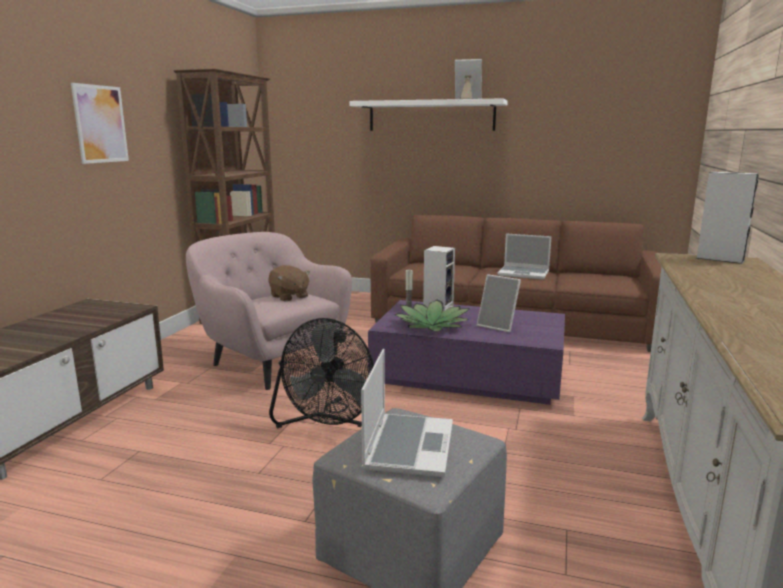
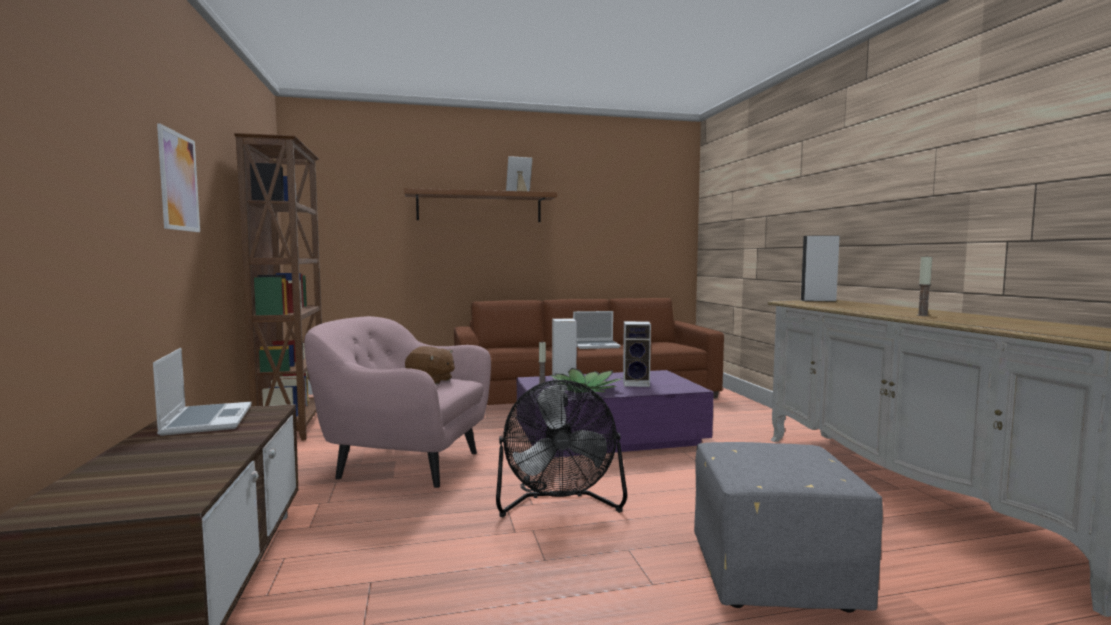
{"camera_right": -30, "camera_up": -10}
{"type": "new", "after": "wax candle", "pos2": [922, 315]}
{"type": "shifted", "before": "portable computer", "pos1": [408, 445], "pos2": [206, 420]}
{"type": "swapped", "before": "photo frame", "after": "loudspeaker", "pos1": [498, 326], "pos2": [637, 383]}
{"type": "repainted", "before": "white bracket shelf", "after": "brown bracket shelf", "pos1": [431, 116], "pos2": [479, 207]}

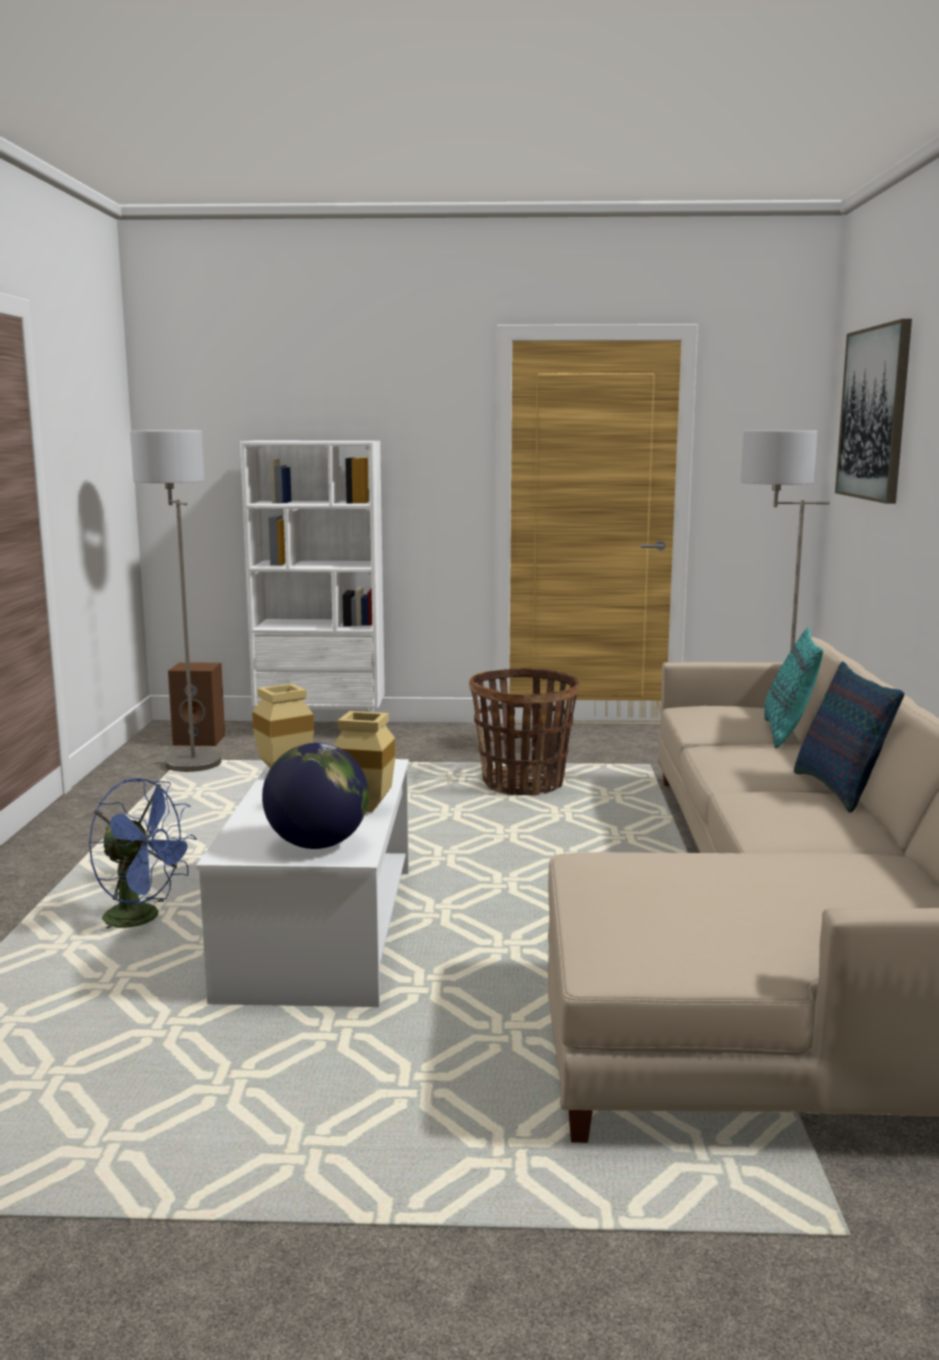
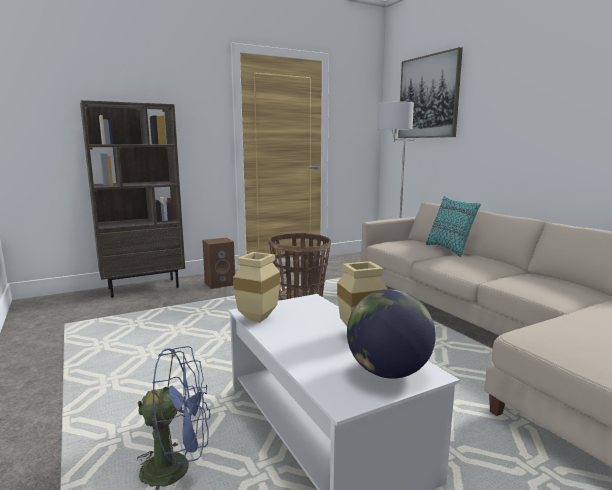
{"camera_right": -30, "camera_up": 0}
{"type": "gone", "before": "gray floor lamp", "pos1": [188, 760]}
{"type": "gone", "before": "blue throw pillow", "pos1": [839, 791]}
{"type": "shifted", "before": "brown loudspeaker", "pos1": [201, 740], "pos2": [220, 283]}
{"type": "repainted", "before": "white bookcase", "after": "brown bookcase", "pos1": [322, 730], "pos2": [144, 287]}

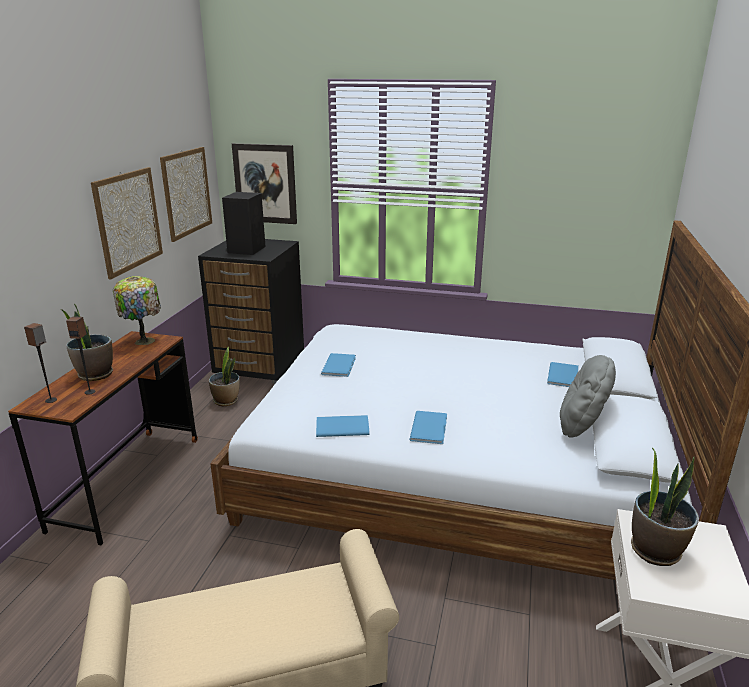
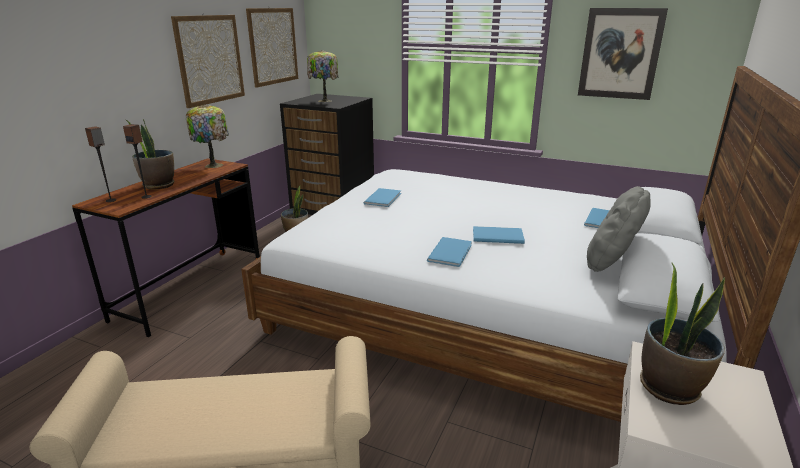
{"camera_right": 10, "camera_up": 0}
{"type": "shifted", "before": "wall art", "pos1": [265, 183], "pos2": [620, 54]}
{"type": "shifted", "before": "blue volume", "pos1": [341, 427], "pos2": [496, 236]}
{"type": "swapped", "before": "blackish loudspeaker", "after": "tabletop lamp", "pos1": [247, 249], "pos2": [324, 101]}

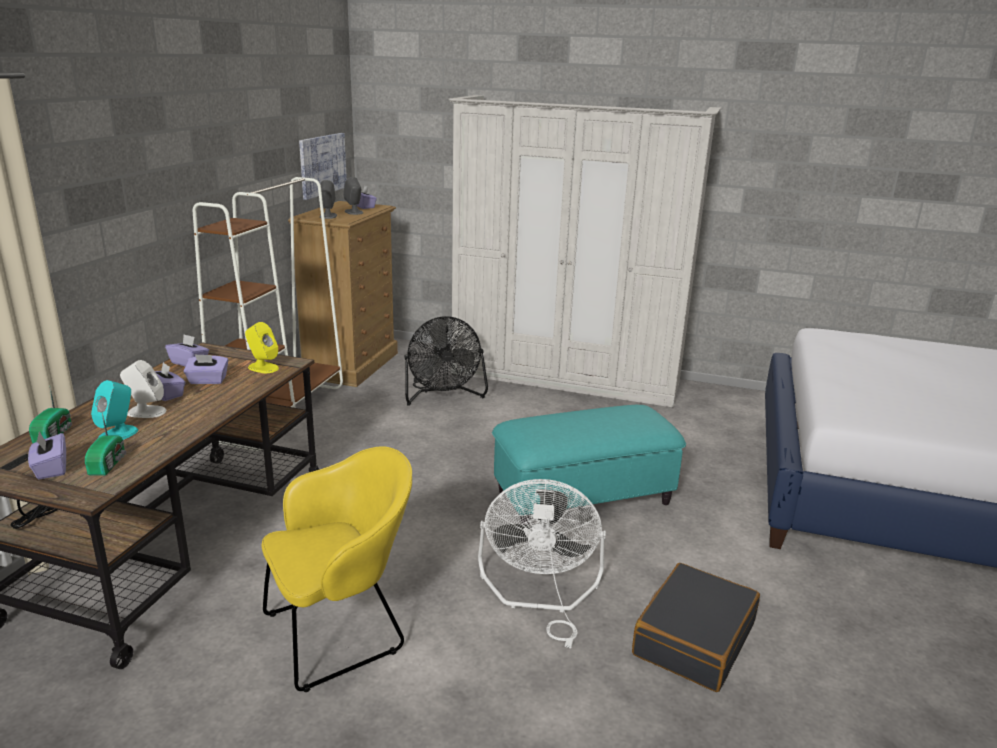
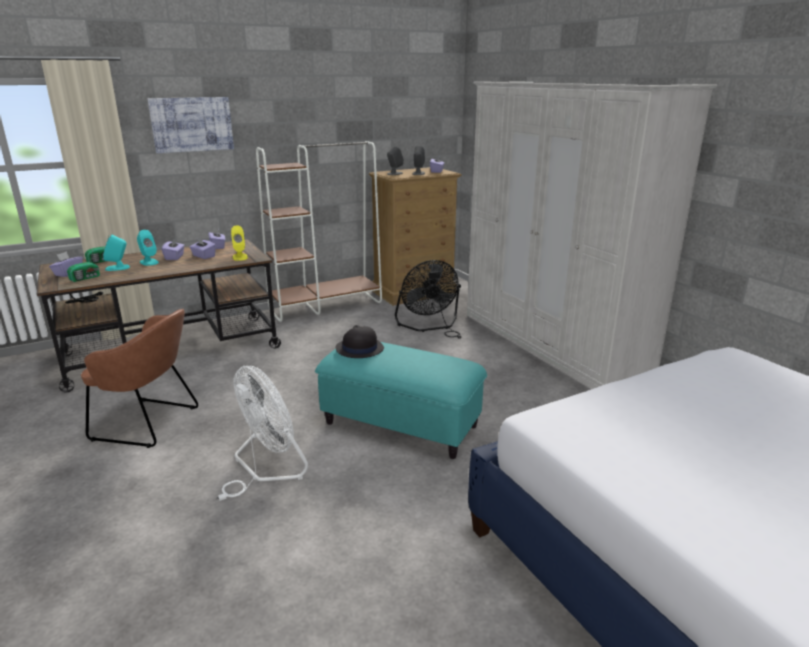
{"camera_right": 45, "camera_up": 0}
{"type": "gone", "before": "blackish travel case", "pos1": [693, 639]}
{"type": "new", "after": "blackish wearable hat", "pos2": [359, 349]}
{"type": "shifted", "before": "wall art", "pos1": [322, 165], "pos2": [192, 124]}
{"type": "repainted", "before": "white loudspeaker", "after": "blue-green loudspeaker", "pos1": [146, 412], "pos2": [149, 262]}
{"type": "repainted", "before": "yellowish lounge chair", "after": "brown lounge chair", "pos1": [342, 631], "pos2": [150, 424]}
{"type": "rotated", "before": "blackish cooling fan", "pos1": [440, 395], "pos2": [433, 326], "turn": 135}

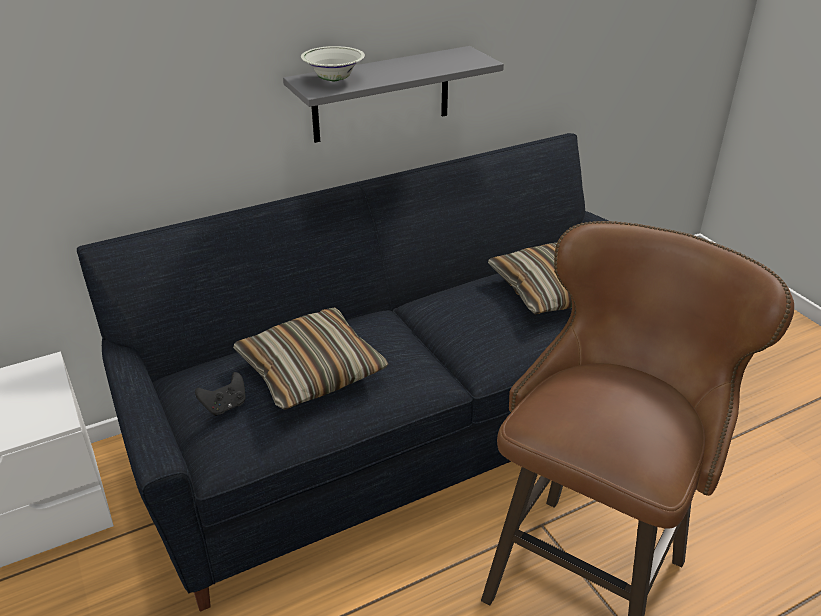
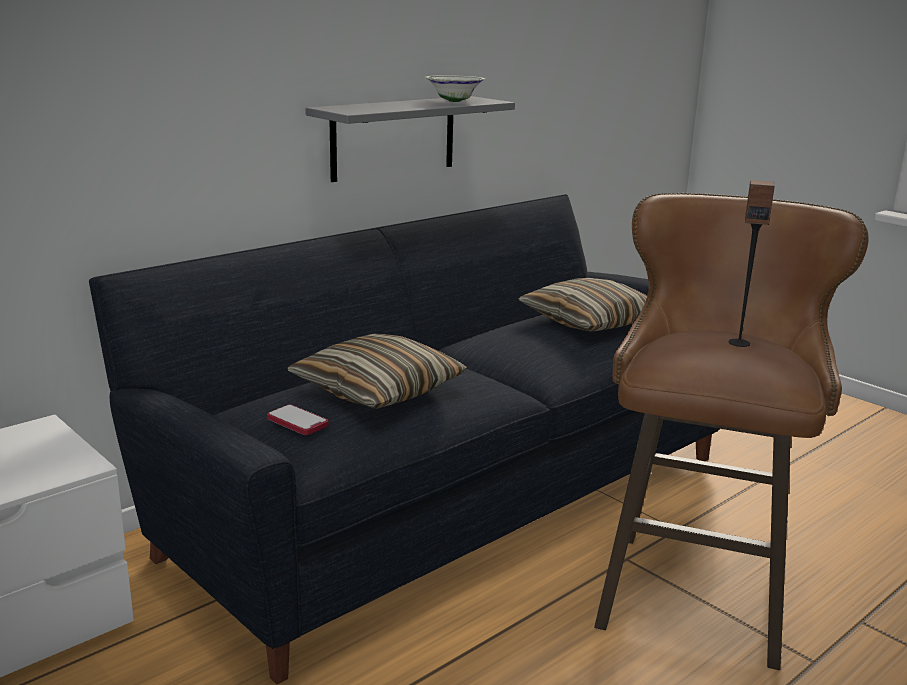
{"camera_right": -15, "camera_up": -15}
{"type": "new", "after": "loudspeaker", "pos2": [739, 343]}
{"type": "shifted", "before": "white serving bowl", "pos1": [334, 80], "pos2": [454, 101]}
{"type": "swapped", "before": "blackish game controller", "after": "telephone", "pos1": [225, 406], "pos2": [297, 422]}

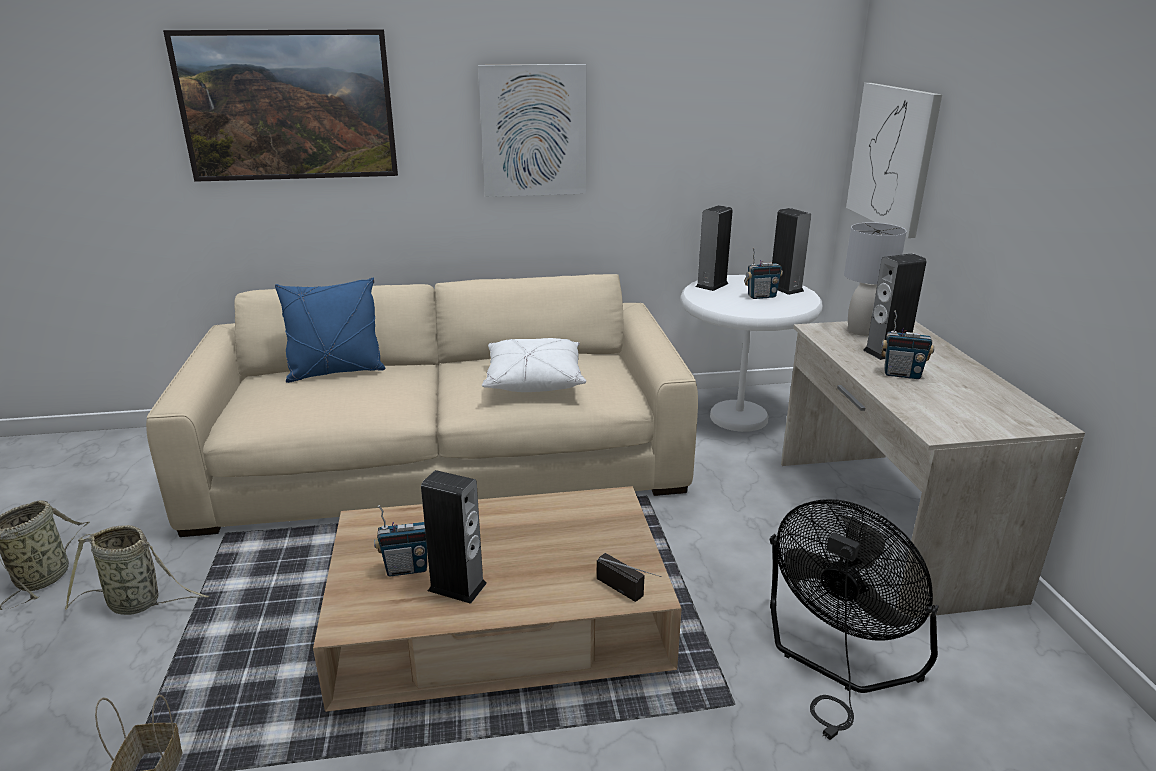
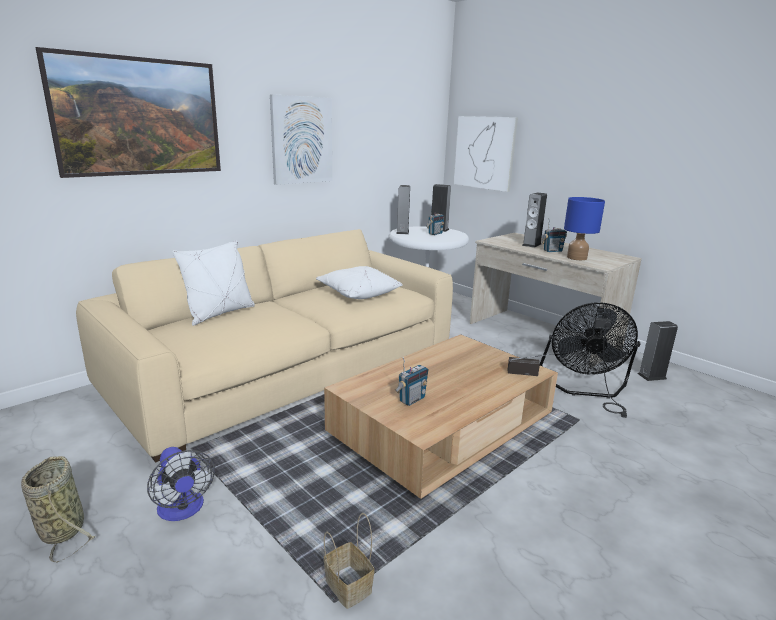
{"camera_right": -35, "camera_up": -5}
{"type": "gone", "before": "gray tabletop lamp", "pos1": [862, 331]}
{"type": "new", "after": "blue tabletop lamp", "pos2": [577, 258]}
{"type": "shifted", "before": "loudspeaker", "pos1": [457, 586], "pos2": [652, 376]}
{"type": "swapped", "before": "storage basket", "after": "cooling fan", "pos1": [139, 603], "pos2": [183, 510]}
{"type": "repainted", "before": "blue throw pillow", "after": "white throw pillow", "pos1": [336, 372], "pos2": [220, 313]}

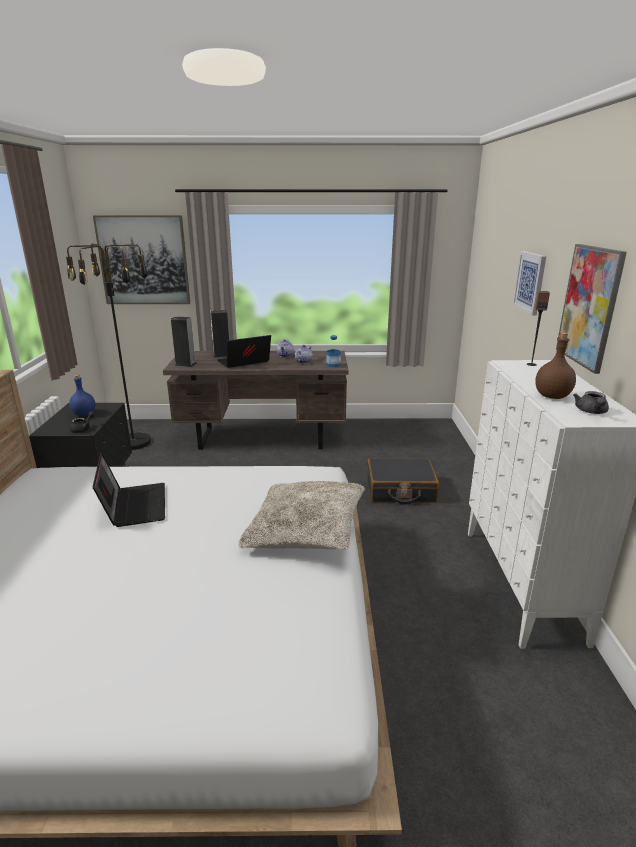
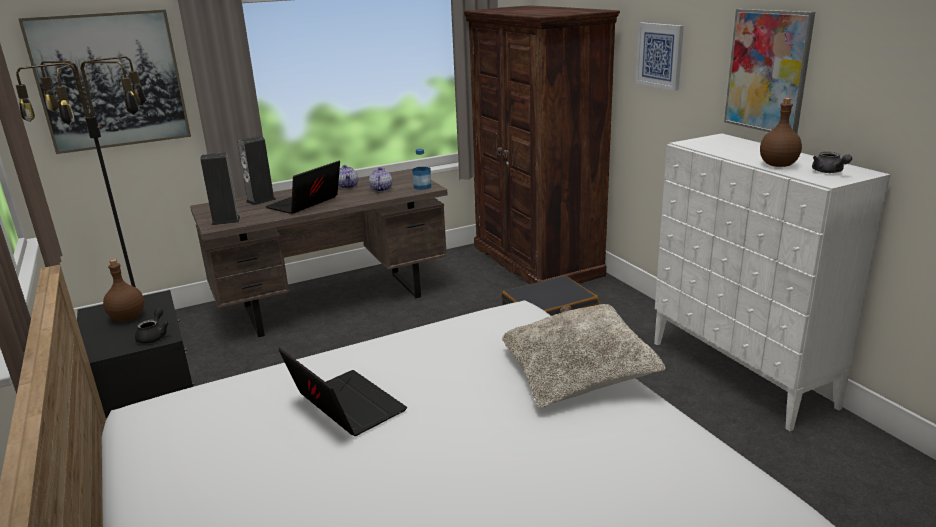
{"camera_right": -25, "camera_up": 0}
{"type": "gone", "before": "loudspeaker", "pos1": [531, 364]}
{"type": "new", "after": "brown wardrobe", "pos2": [535, 260]}
{"type": "repainted", "before": "blue bottle", "after": "brown bottle", "pos1": [84, 414], "pos2": [128, 317]}

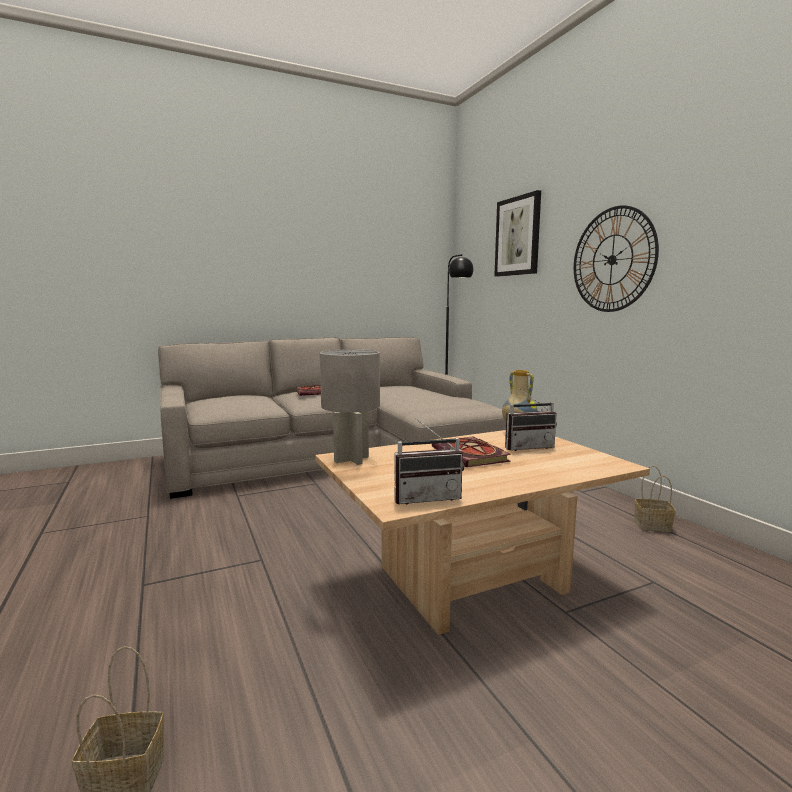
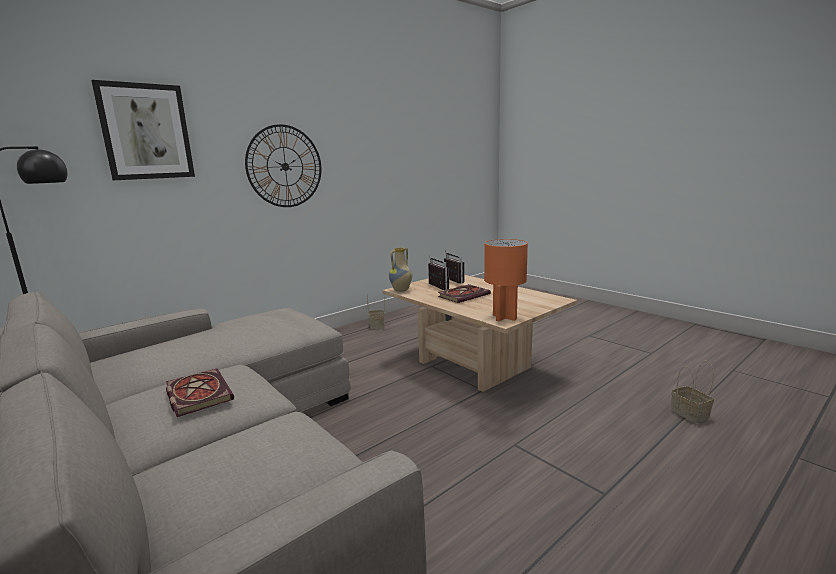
{"camera_right": -105, "camera_up": 5}
{"type": "shifted", "before": "radio", "pos1": [426, 497], "pos2": [450, 281]}
{"type": "repainted", "before": "gray tabletop lamp", "after": "orange-coloured tabletop lamp", "pos1": [351, 459], "pos2": [504, 317]}

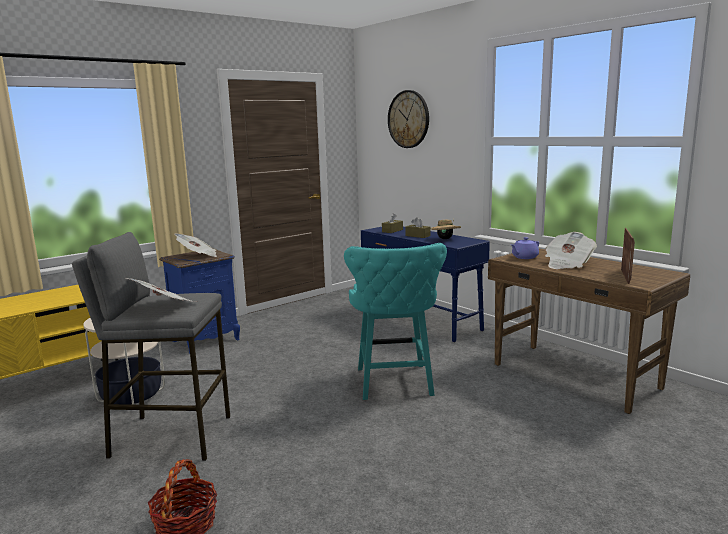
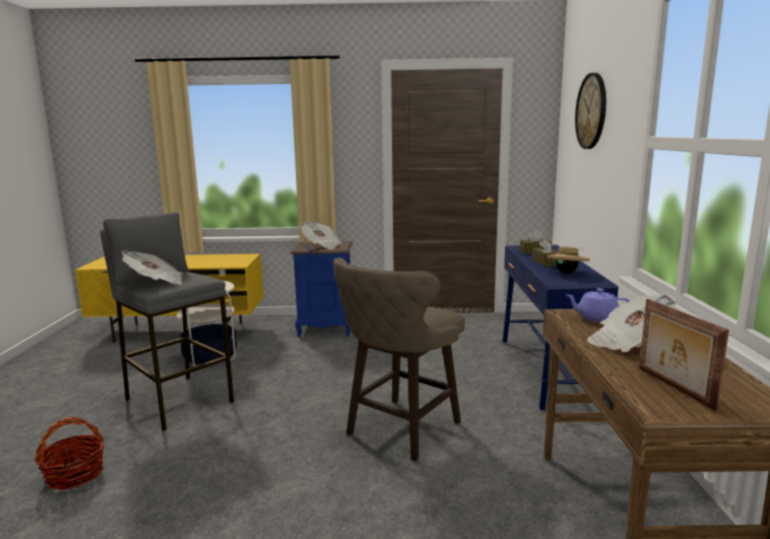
{"camera_right": 40, "camera_up": 0}
{"type": "repainted", "before": "blue-green sitting stool", "after": "beige sitting stool", "pos1": [394, 383], "pos2": [400, 430]}
{"type": "rotated", "before": "photo frame", "pos1": [626, 276], "pos2": [673, 388], "turn": 105}

